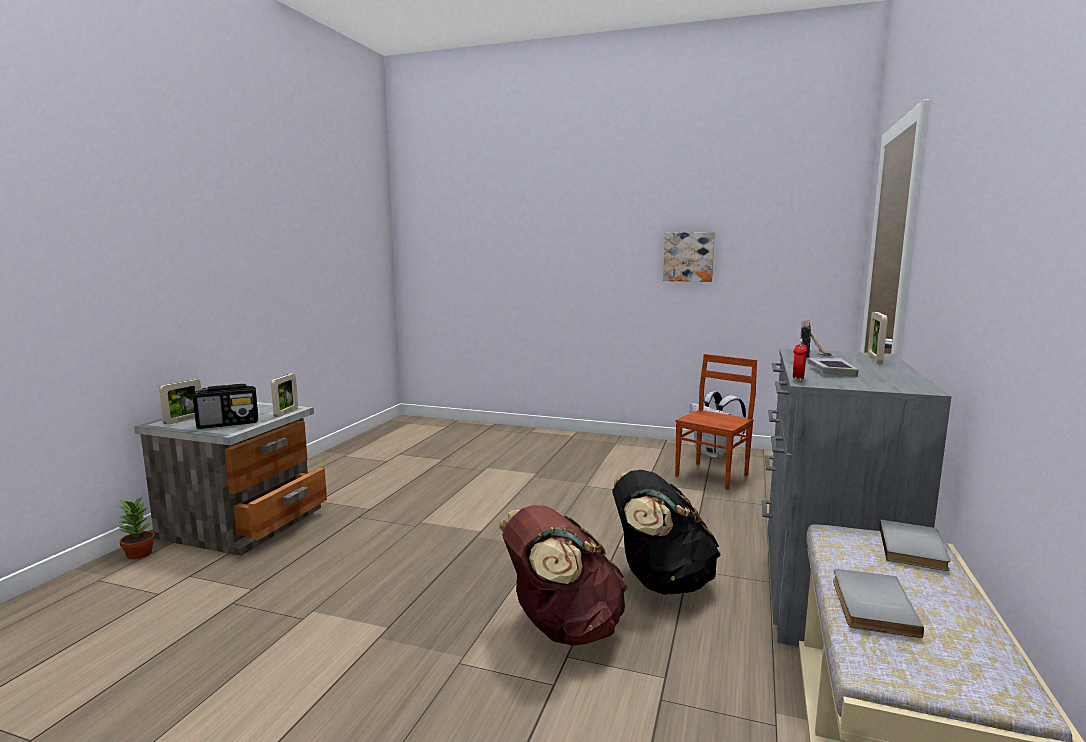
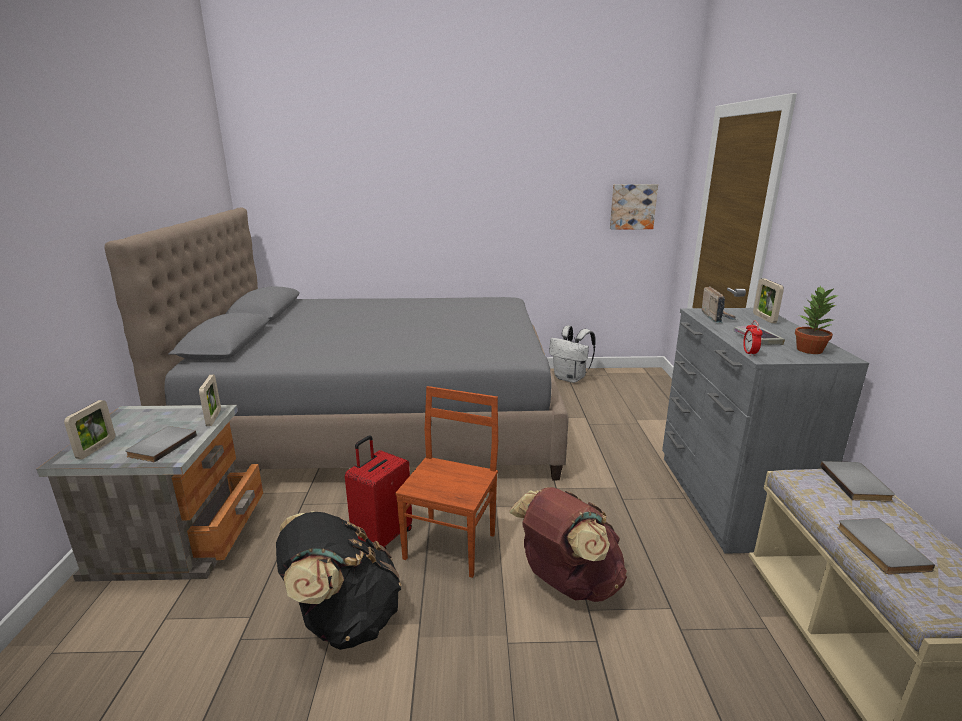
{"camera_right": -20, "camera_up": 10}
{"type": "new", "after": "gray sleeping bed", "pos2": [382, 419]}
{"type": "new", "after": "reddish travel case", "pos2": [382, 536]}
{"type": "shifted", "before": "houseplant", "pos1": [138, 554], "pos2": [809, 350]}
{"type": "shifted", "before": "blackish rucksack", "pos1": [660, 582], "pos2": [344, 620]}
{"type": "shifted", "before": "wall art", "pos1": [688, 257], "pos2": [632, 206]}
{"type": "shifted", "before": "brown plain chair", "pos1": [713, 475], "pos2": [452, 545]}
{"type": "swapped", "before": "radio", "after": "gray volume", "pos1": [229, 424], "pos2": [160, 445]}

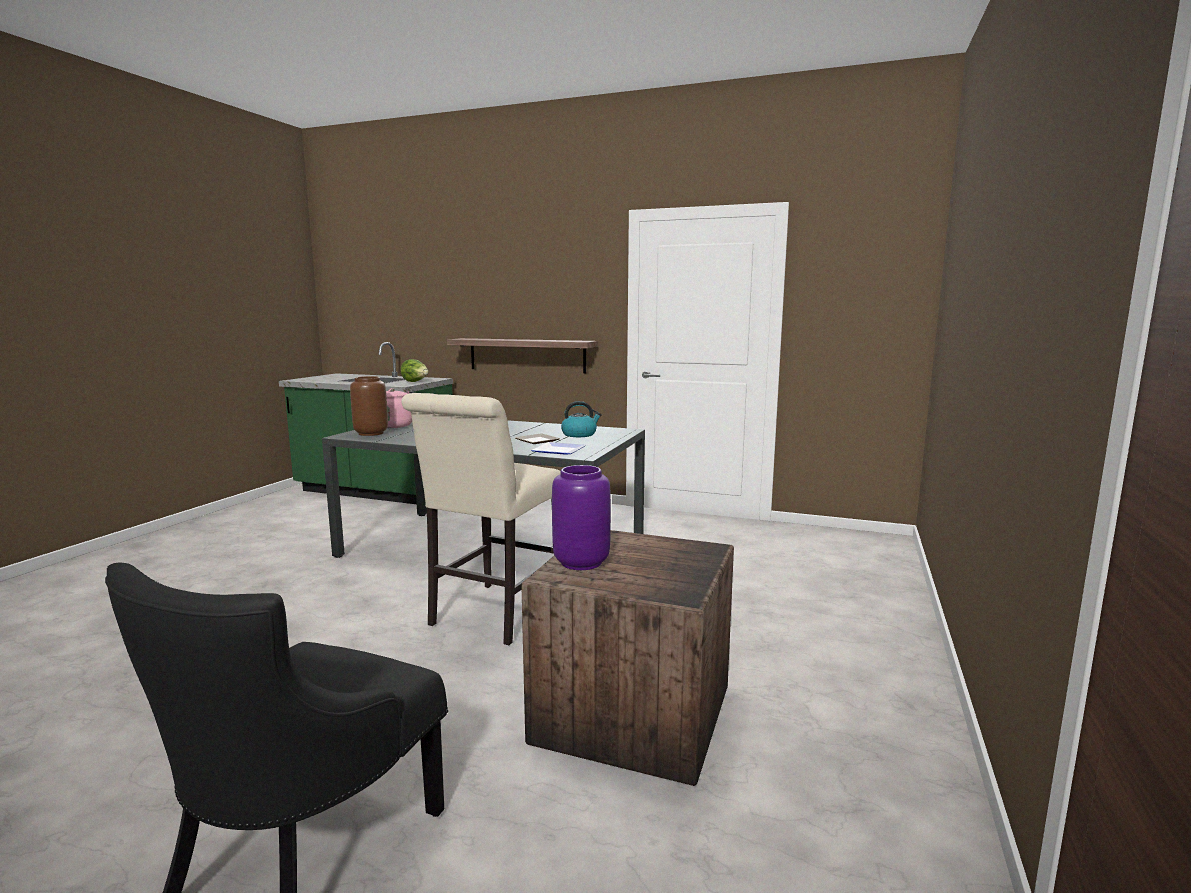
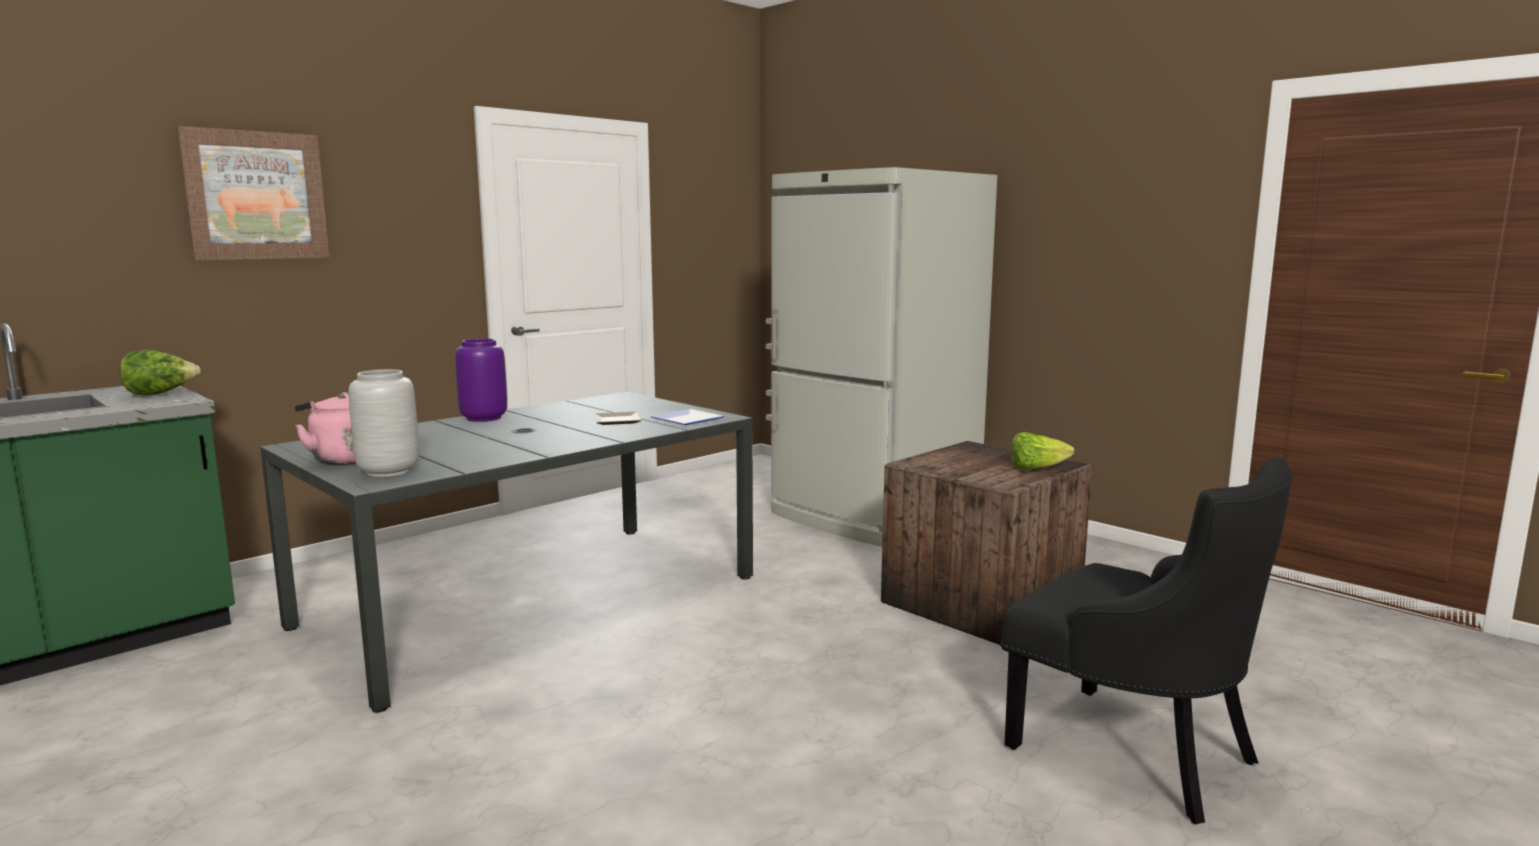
{"camera_right": -65, "camera_up": 0}
{"type": "gone", "before": "beige sitting stool", "pos1": [491, 616]}
{"type": "gone", "before": "bracket shelf", "pos1": [527, 355]}
{"type": "gone", "before": "water kettle", "pos1": [579, 434]}
{"type": "new", "after": "wall art", "pos2": [255, 196]}
{"type": "new", "after": "white refrigerator", "pos2": [873, 512]}
{"type": "new", "after": "lettuce head", "pos2": [1036, 469]}
{"type": "shifted", "before": "purple vase", "pos1": [582, 563], "pos2": [485, 418]}
{"type": "repainted", "before": "brown vase", "after": "gray vase", "pos1": [371, 433], "pos2": [388, 471]}

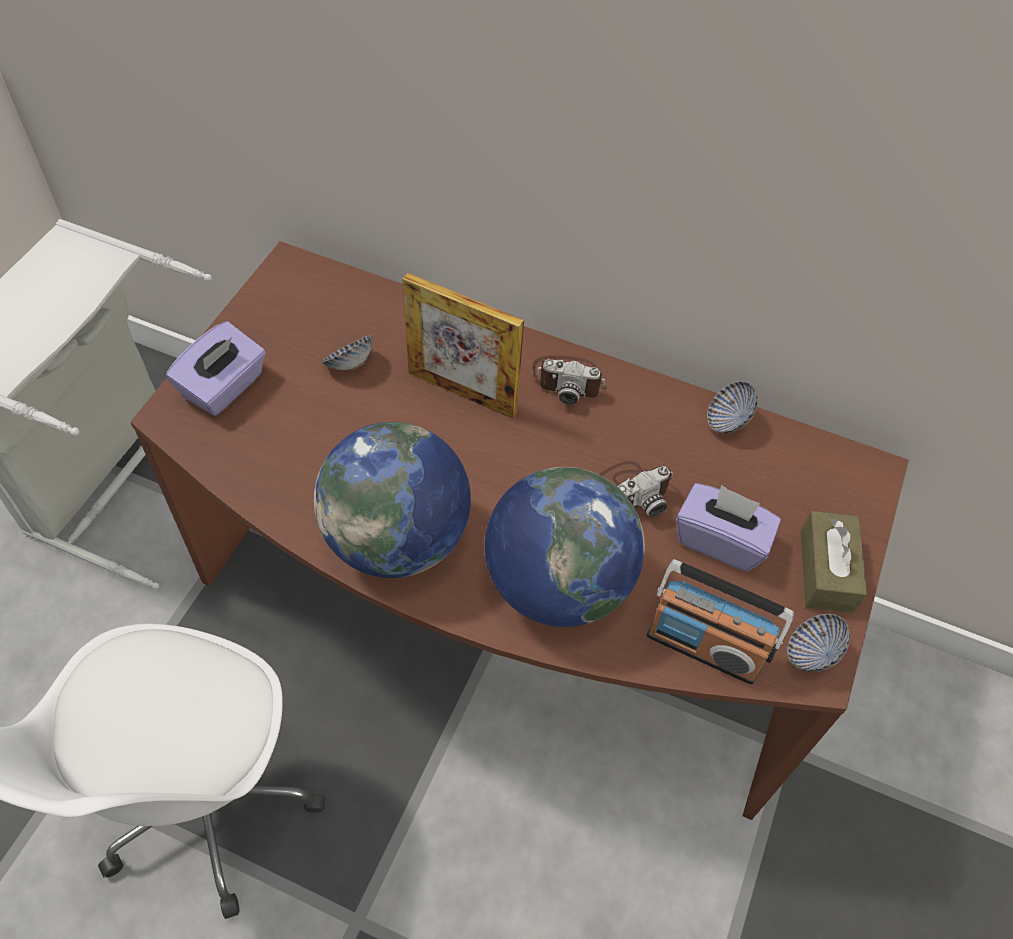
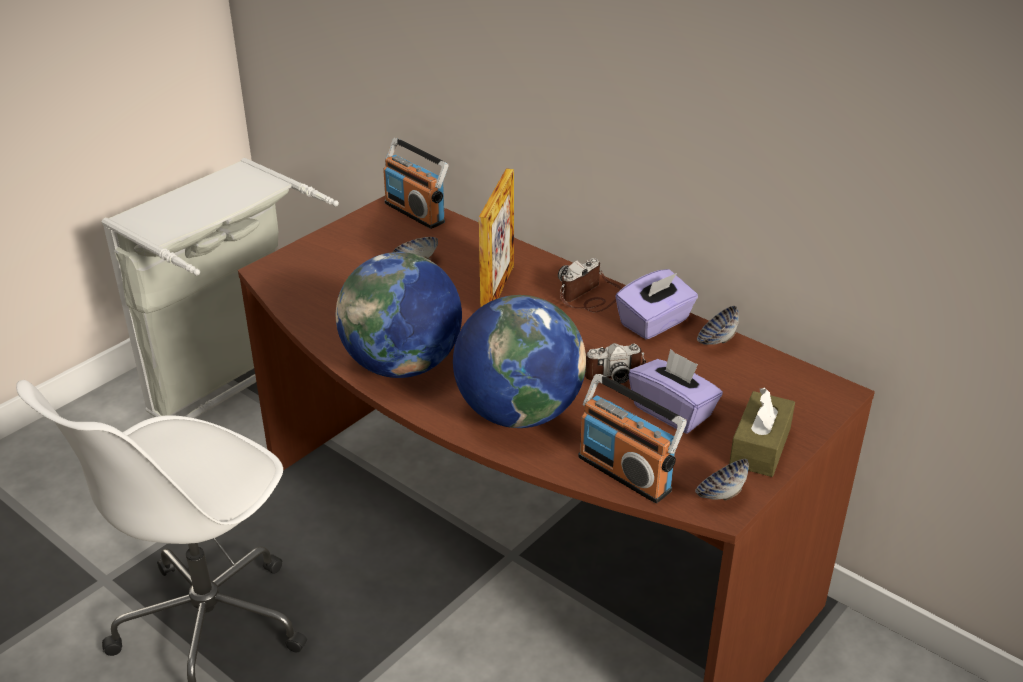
{"camera_right": 20, "camera_up": -20}
{"type": "new", "after": "radio", "pos2": [415, 212]}
{"type": "shifted", "before": "purple box of tissues", "pos1": [224, 387], "pos2": [655, 323]}
{"type": "rotated", "before": "photo frame", "pos1": [462, 392], "pos2": [497, 291], "turn": -120}
{"type": "rotated", "before": "photo camera", "pos1": [568, 380], "pos2": [589, 296], "turn": 105}

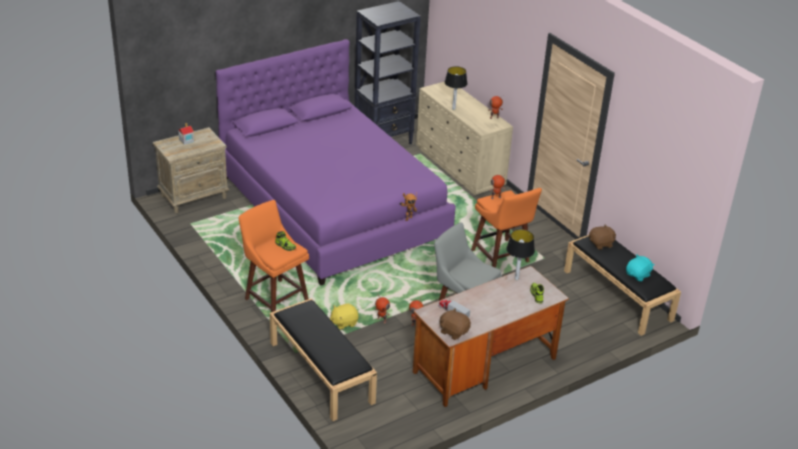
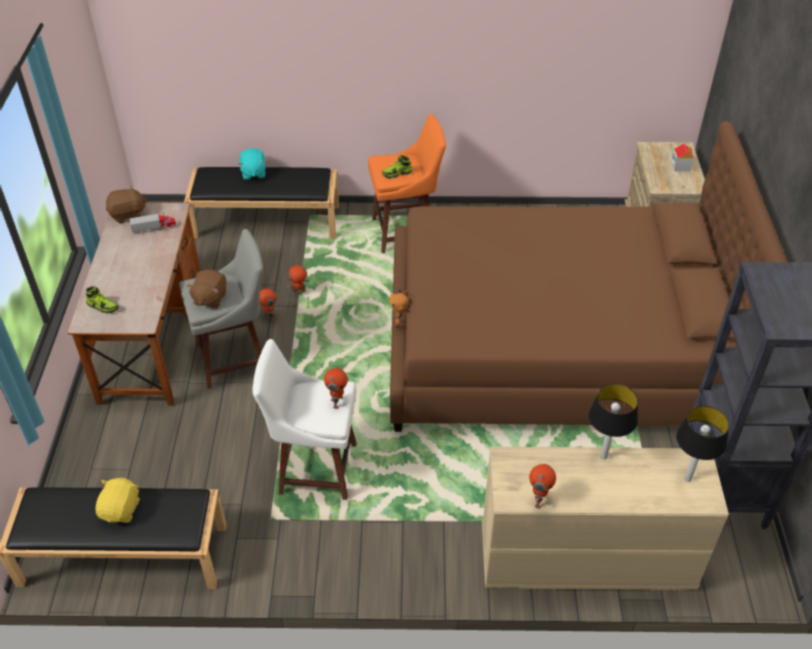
{"camera_right": 125, "camera_up": 10}
{"type": "shifted", "before": "yellowish plush toy", "pos1": [344, 323], "pos2": [121, 509]}
{"type": "shifted", "before": "tabletop lamp", "pos1": [516, 279], "pos2": [687, 478]}
{"type": "shifted", "before": "brown plush toy", "pos1": [601, 244], "pos2": [210, 298]}
{"type": "shifted", "before": "blue-green plush toy", "pos1": [638, 275], "pos2": [253, 173]}
{"type": "repainted", "before": "purple sleeping bed", "after": "brown sleeping bed", "pos1": [332, 207], "pos2": [555, 347]}
{"type": "repainted", "before": "orange-coloured sitting stool", "after": "white sitting stool", "pos1": [501, 257], "pos2": [313, 467]}

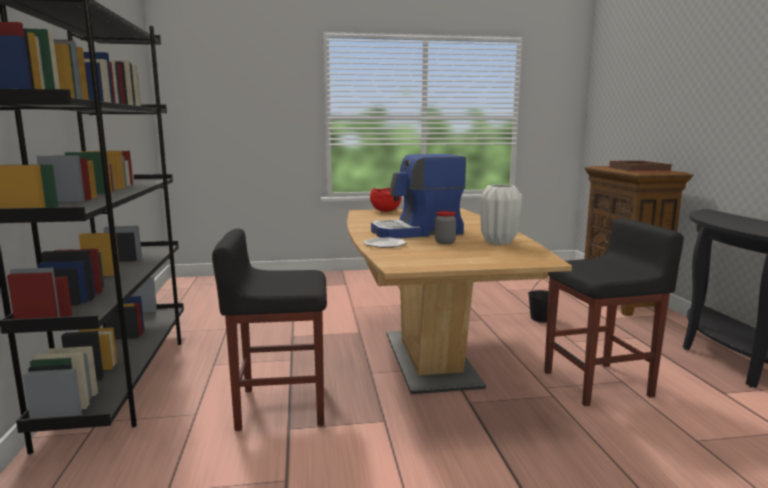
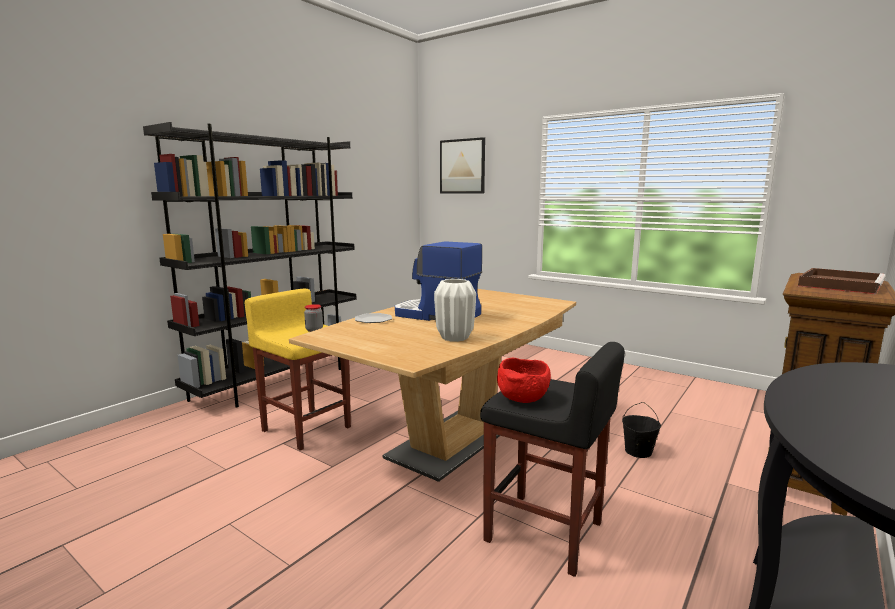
{"camera_right": 45, "camera_up": 0}
{"type": "new", "after": "wall art", "pos2": [462, 166]}
{"type": "shifted", "before": "reddish serving bowl", "pos1": [385, 211], "pos2": [522, 399]}
{"type": "shifted", "before": "jar", "pos1": [445, 242], "pos2": [314, 330]}
{"type": "repainted", "before": "blackish sitting stool", "after": "yellowish sitting stool", "pos1": [280, 406], "pos2": [306, 428]}

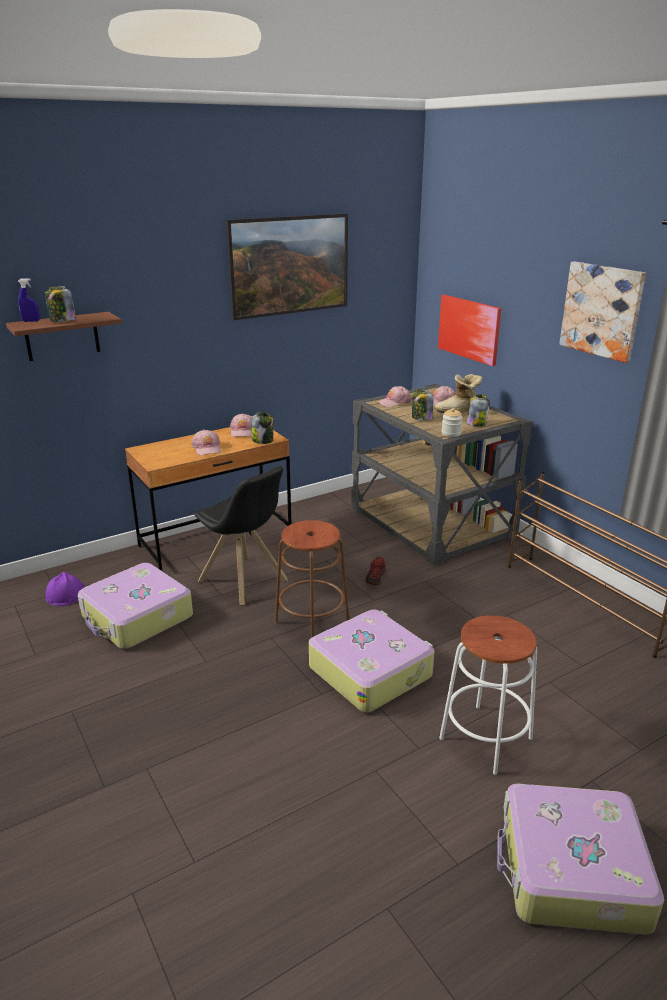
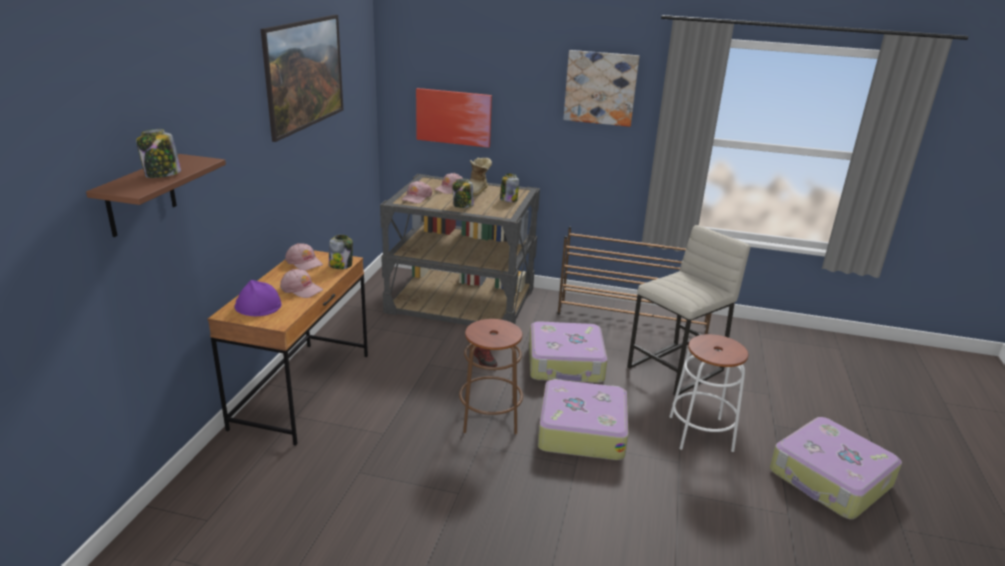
{"camera_right": -45, "camera_up": 0}
{"type": "gone", "before": "blue sprayer", "pos1": [31, 321]}
{"type": "gone", "before": "blackish plain chair", "pos1": [244, 581]}
{"type": "gone", "before": "jar", "pos1": [451, 433]}
{"type": "new", "after": "beige sitting stool", "pos2": [675, 369]}
{"type": "shifted", "before": "purple hard hat", "pos1": [65, 594], "pos2": [258, 305]}
{"type": "shifted", "before": "travel case", "pos1": [137, 617], "pos2": [566, 364]}

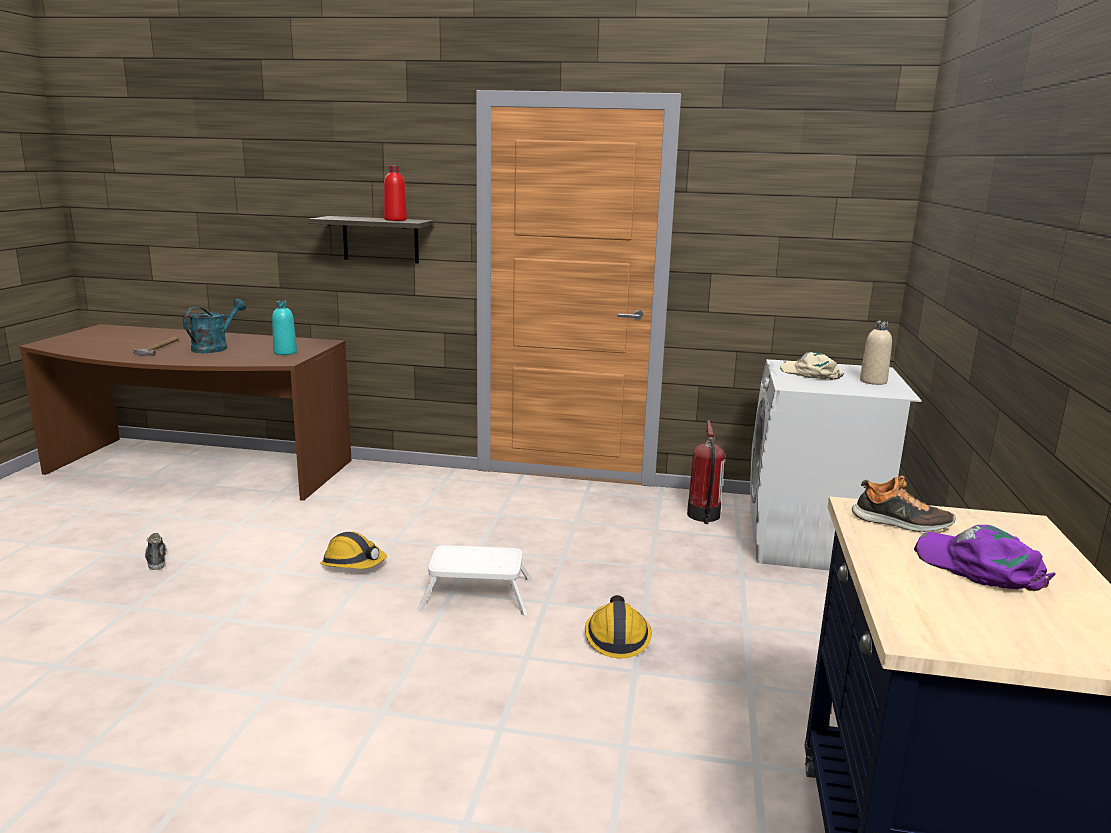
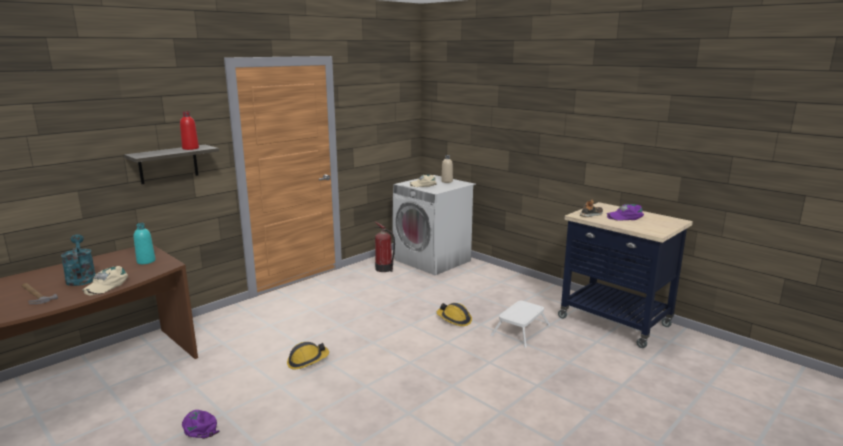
{"camera_right": -55, "camera_up": 0}
{"type": "new", "after": "beige cap", "pos2": [106, 285]}
{"type": "shifted", "before": "white stepladder", "pos1": [476, 594], "pos2": [520, 330]}
{"type": "swapped", "before": "item of footwear", "after": "purple cap", "pos1": [156, 559], "pos2": [199, 426]}

